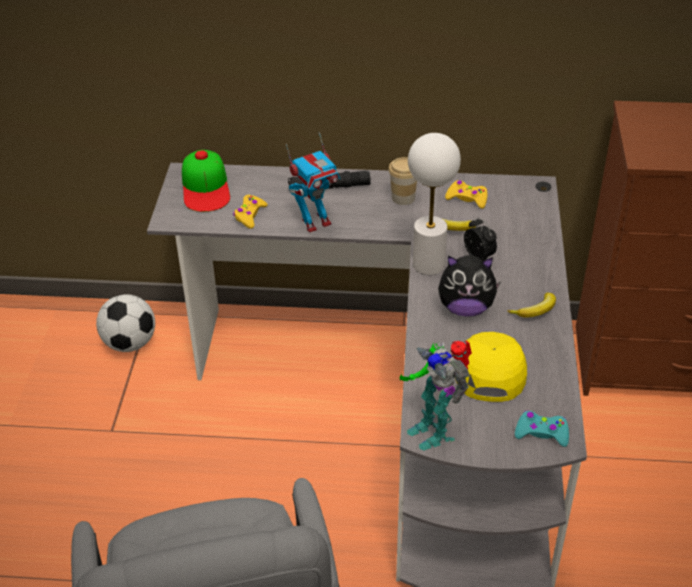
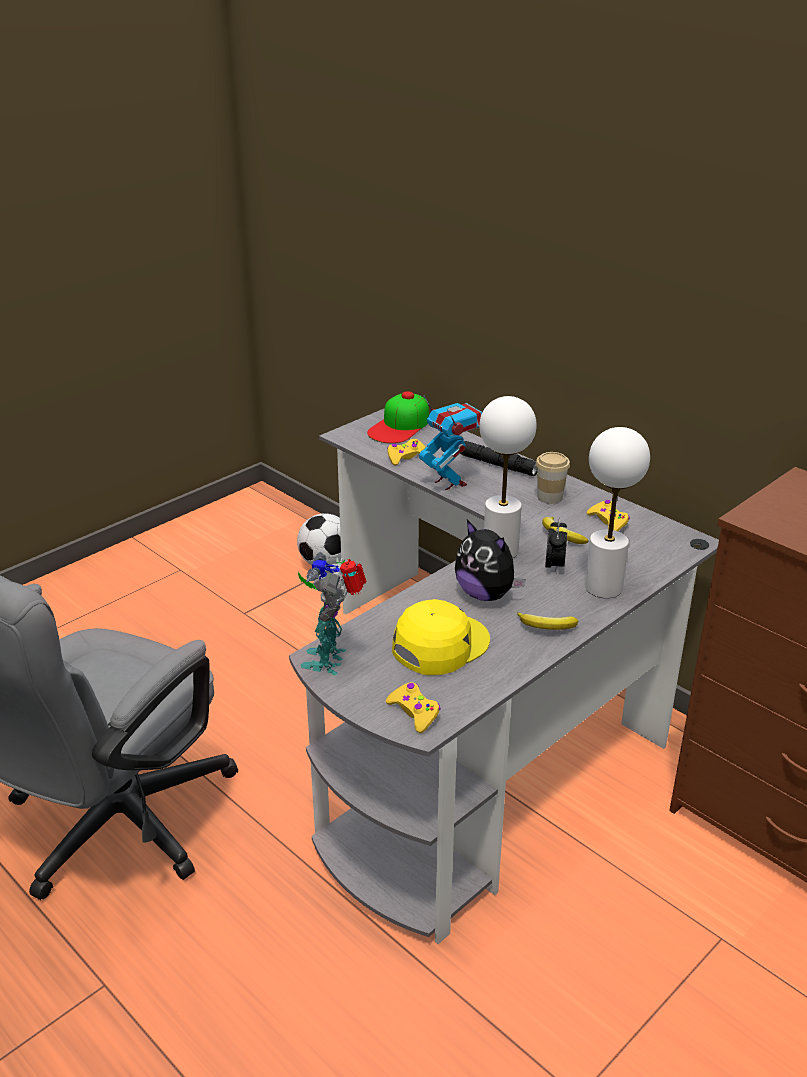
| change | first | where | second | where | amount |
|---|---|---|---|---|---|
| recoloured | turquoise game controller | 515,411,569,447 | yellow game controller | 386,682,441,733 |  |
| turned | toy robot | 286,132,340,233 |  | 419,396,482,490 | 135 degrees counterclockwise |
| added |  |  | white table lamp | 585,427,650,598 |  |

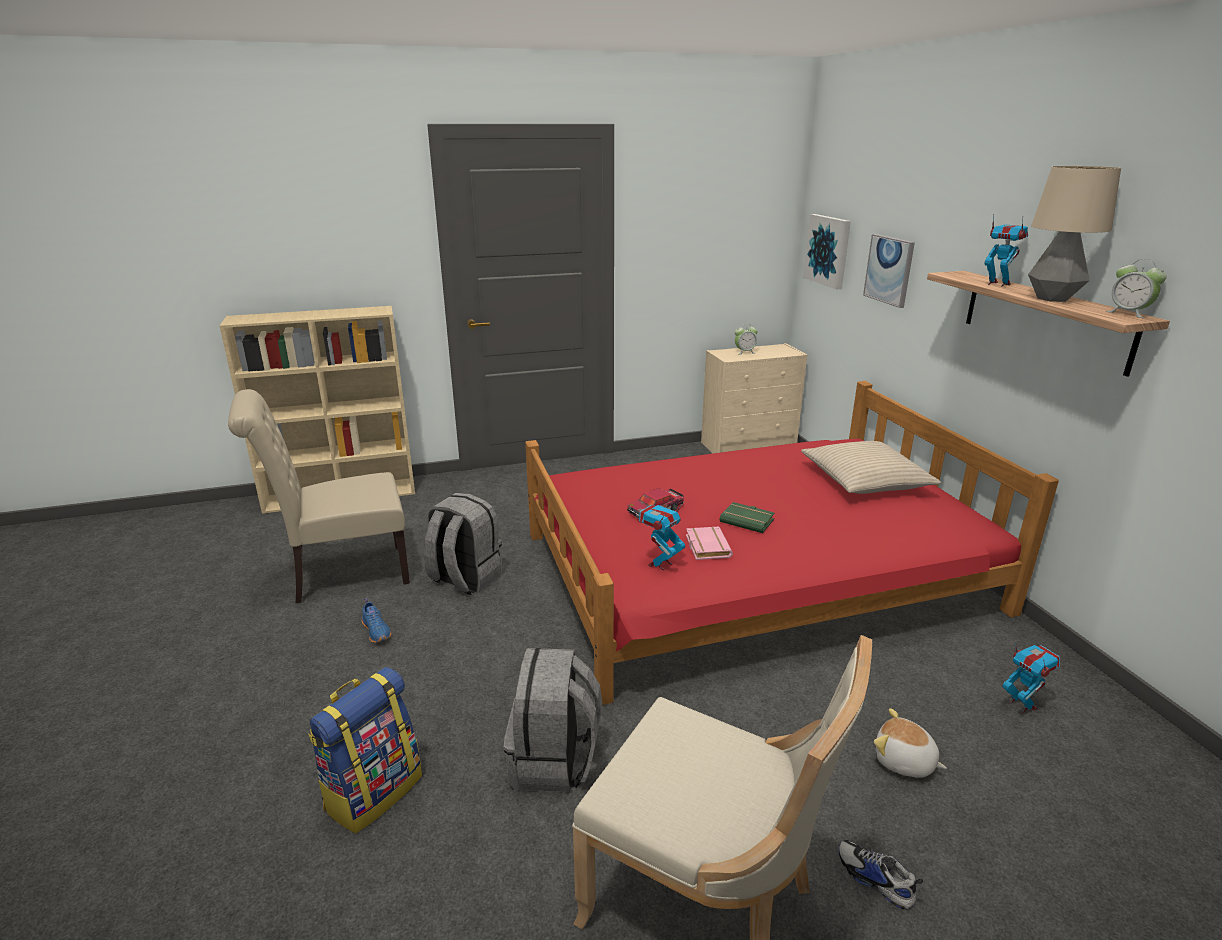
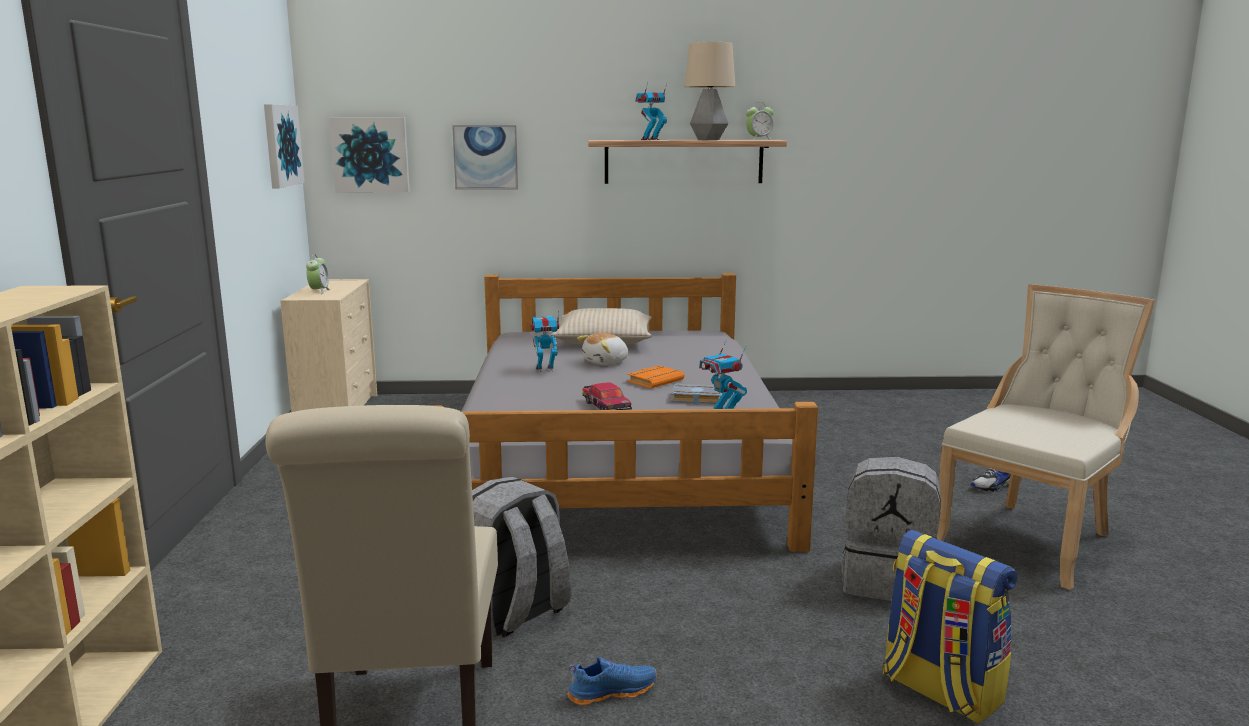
| change | first | where | second | where | amount |
|---|---|---|---|---|---|
| added |  |  | picture | 264,104,304,188 |  |
| recoloured | red bed | 525,381,1059,705 | grey bed | 428,273,821,552 |  |
| moved | toy robot | 1002,643,1060,713 |  | 531,311,559,372 |  |
| moved | plush toy | 874,708,947,778 |  | 577,333,628,365 |  |
| recoloured | green book | 720,502,775,533 | orange book | 627,365,684,388 |  |
| recoloured | pink book | 686,527,733,560 | grey book | 671,384,722,404 |  |

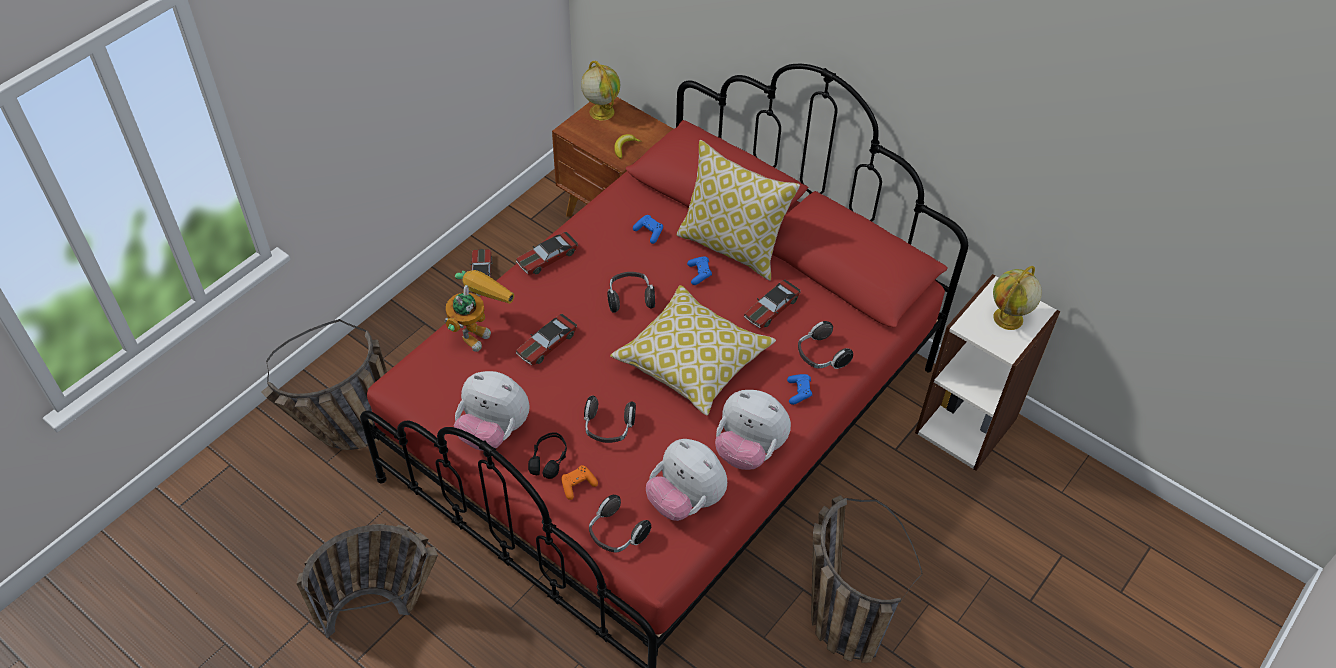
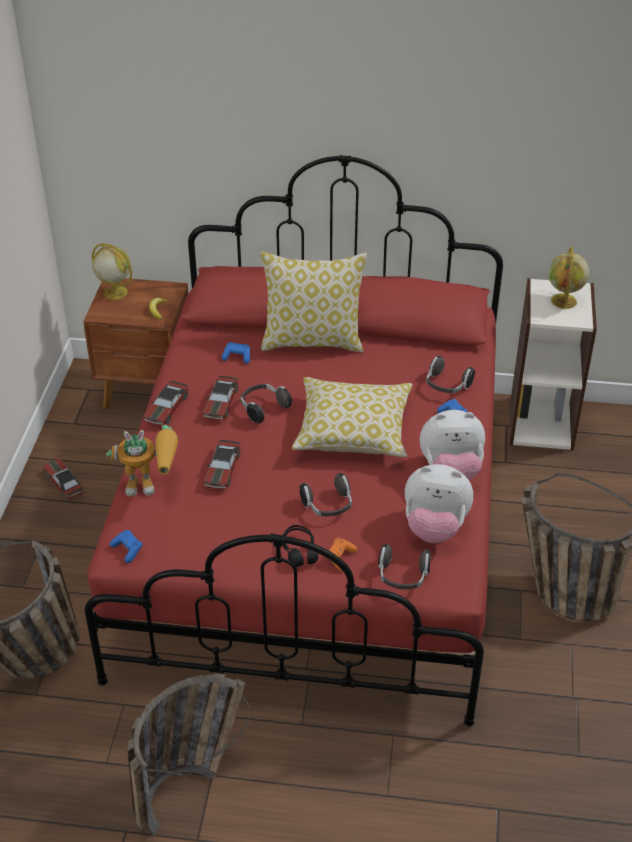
| change | first | where | second | where | amount |
|---|---|---|---|---|---|
| turned | toy robot | 445,270,515,352 |  | 106,425,178,497 | 90 degrees clockwise |
| moved | blue game controller | 687,257,712,285 |  | 110,530,143,563 |  |
| moved | toy car | 744,280,801,329 |  | 203,376,238,420 |  |
| removed | plush toy | 454,371,530,451 |  |  |  |

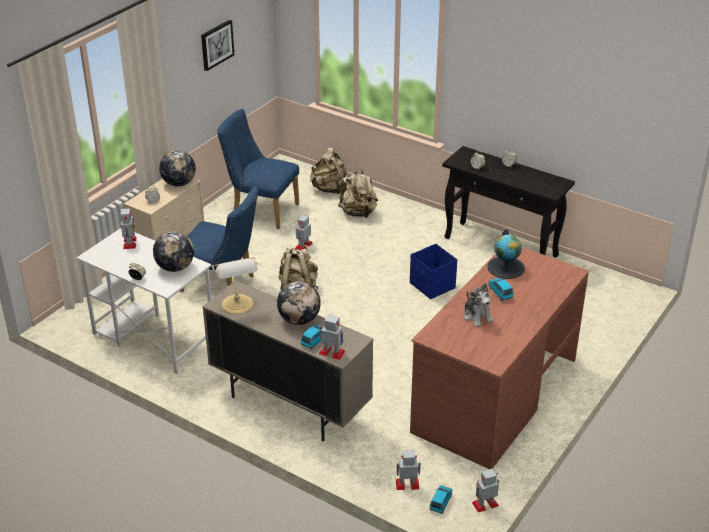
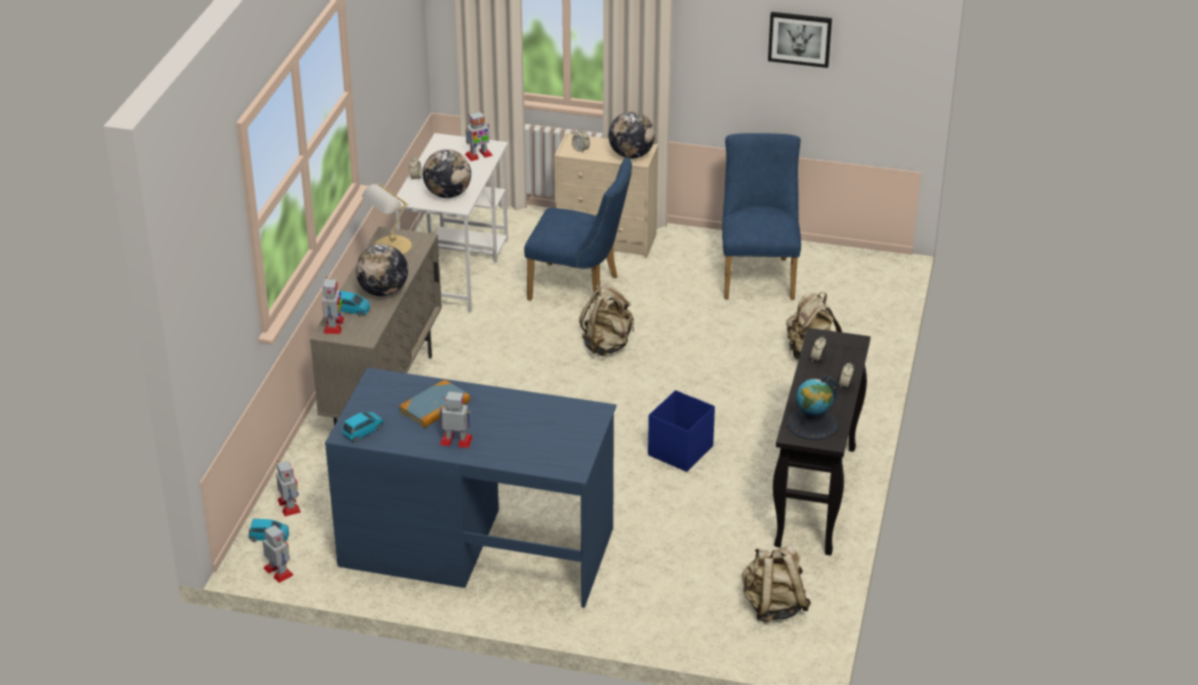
| change | first | where | second | where | amount |
|---|---|---|---|---|---|
| recoloured | brown desk | 410,247,589,469 | blue desk | 325,368,617,608 |  |
| moved | blue toy car | 489,278,514,301 |  | 342,412,383,442 |  |
| replaced | plush toy | 463,283,494,327 | book | 399,380,470,428 |  |
| moved | toy robot | 295,215,312,250 |  | 439,391,473,448 |  |
| turned | blue chair | 180,186,258,292 |  | 524,158,632,301 | 75 degrees counterclockwise |
| moved | beige backpack | 310,148,347,194 |  | 742,545,811,622 |  |
| moved | globe | 488,229,525,279 |  | 787,375,838,440 |  |

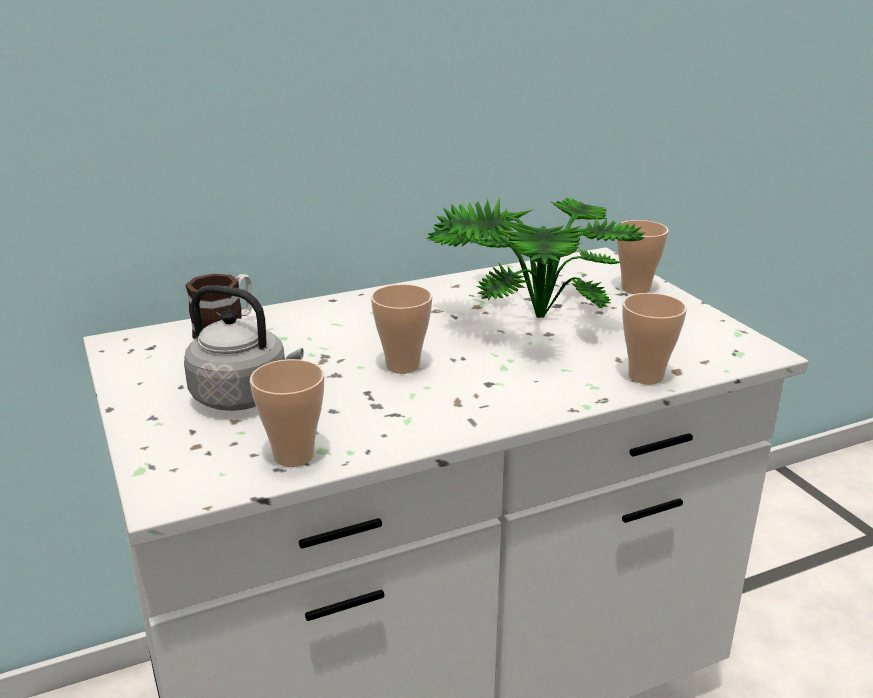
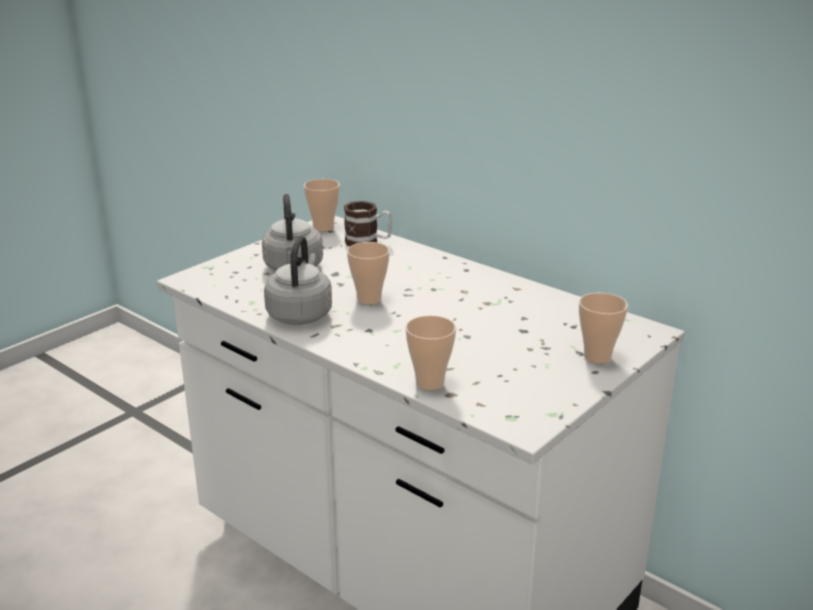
| change | first | where | second | where | amount |
|---|---|---|---|---|---|
| added |  |  | grey kettle | 264,236,332,325 |  |
| moved | cup | 250,359,324,467 |  | 304,179,340,232 |  |
| removed | potted plant | 427,198,645,318 |  |  |  |

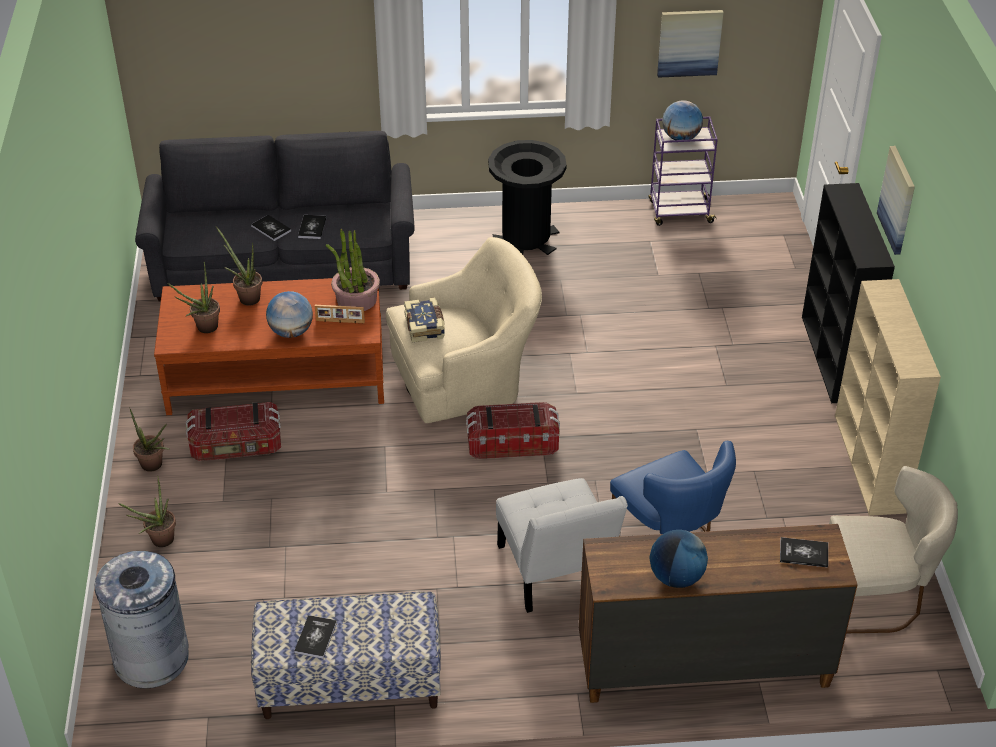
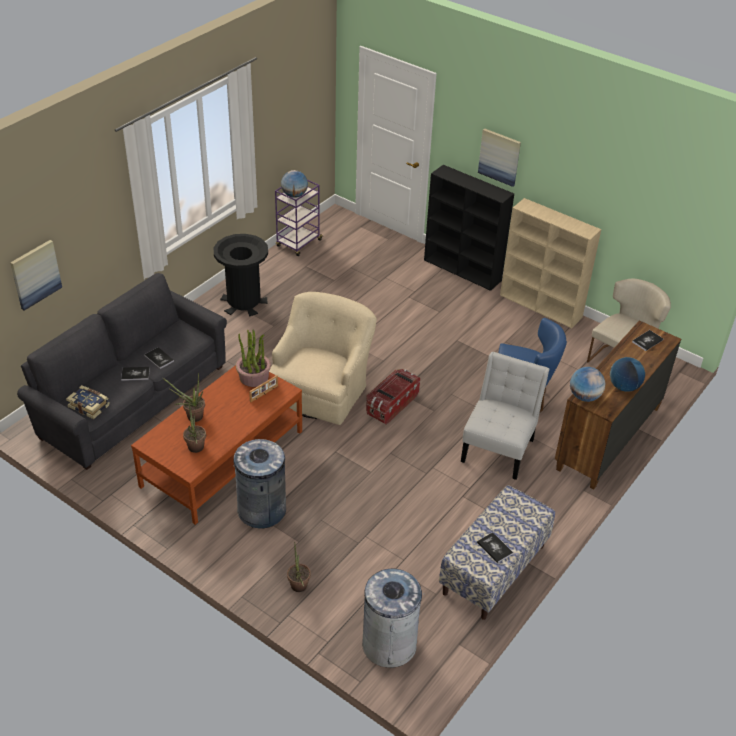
| change | first | where | second | where | amount |
|---|---|---|---|---|---|
| moved | picture | 657,10,724,78 |  | 10,240,62,311 |  |
| moved | book | 404,298,445,342 |  | 66,385,110,419 |  |
| replaced | storage box | 186,402,281,461 | grey trash can | 233,439,286,528 |  |
| turned | white chair | 496,478,628,613 |  | 461,352,550,480 | 90 degrees counterclockwise |
| moved | globe | 266,291,313,338 |  | 570,367,605,402 |  |
| removed | potted plant | 129,407,169,472 |  |  |  |

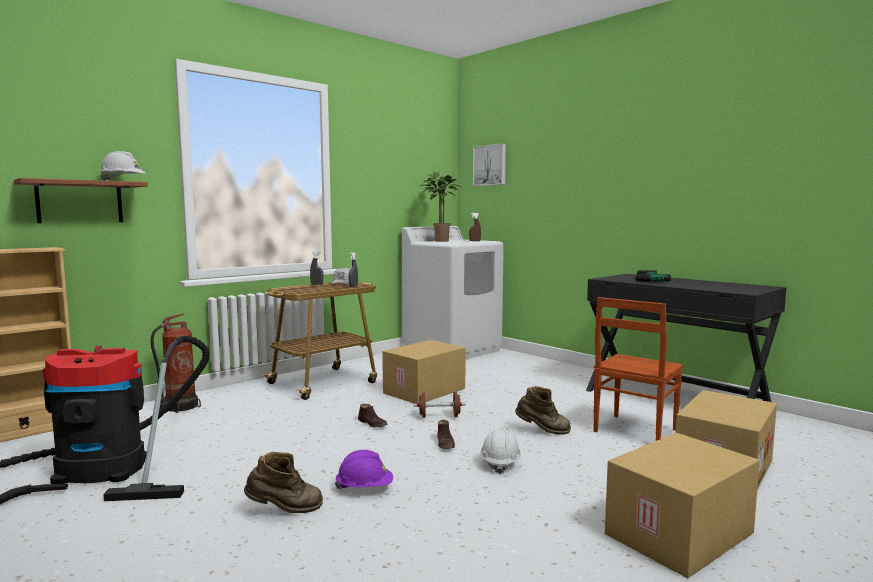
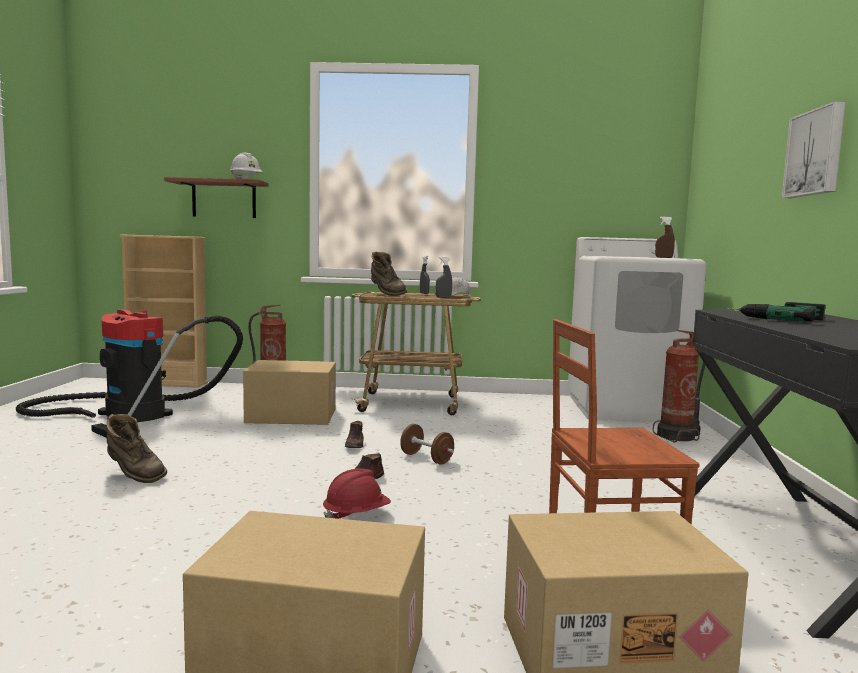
| change | first | where | second | where | amount |
|---|---|---|---|---|---|
| moved | cardboard box | 382,340,466,404 |  | 243,360,336,425 |  |
| recoloured | white hard hat | 480,427,521,474 | red hard hat | 323,468,391,519 |  |
| moved | brown boot | 515,386,571,435 |  | 371,251,408,296 |  |
| added |  |  | fire extinguisher | 652,330,705,442 |  |
| moved | picture | 473,143,506,186 |  | 782,101,846,198 |  |
| removed | purple hard hat | 335,450,393,489 |  |  |  |
| removed | potted plant | 420,172,461,242 |  |  |  |

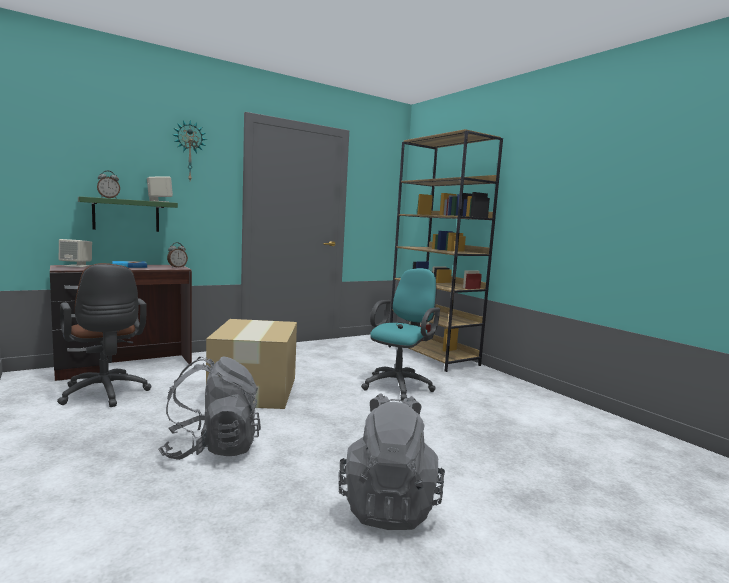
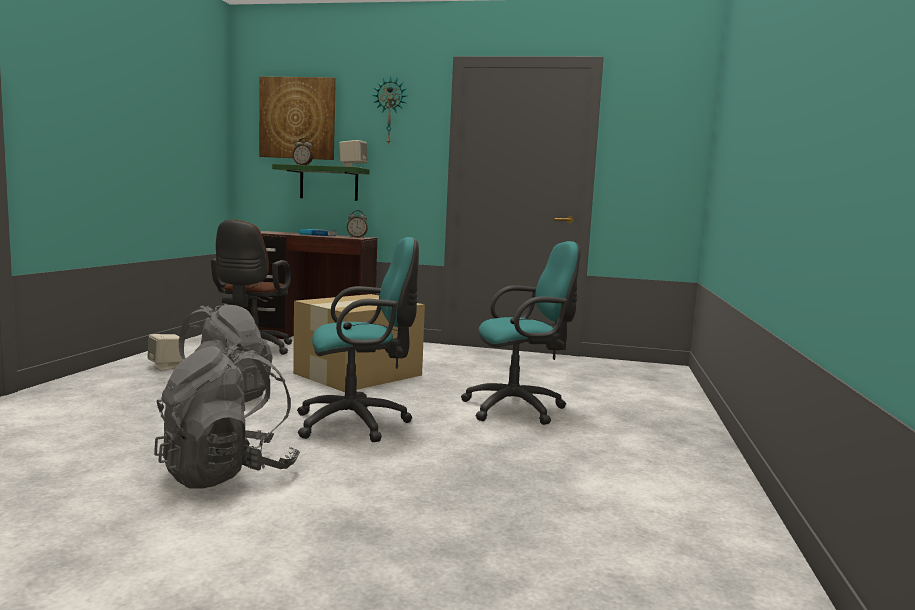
| change | first | where | second | where | amount |
|---|---|---|---|---|---|
| moved | beige speaker | 59,239,92,268 |  | 147,334,183,370 |  |
| added |  |  | picture | 259,76,336,160 |  |
| added |  |  | turquoise office chair | 297,237,419,442 |  |
| removed | brown bookcase | 388,129,503,372 |  |  |  |

